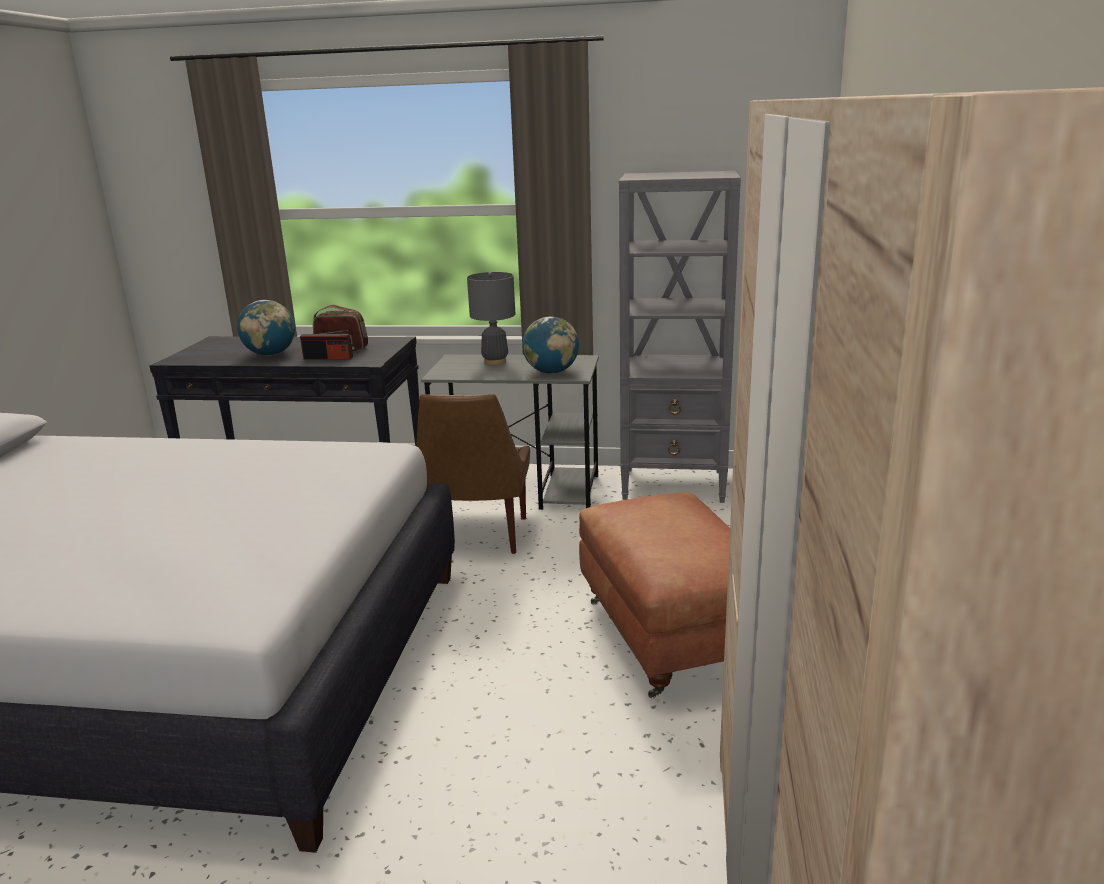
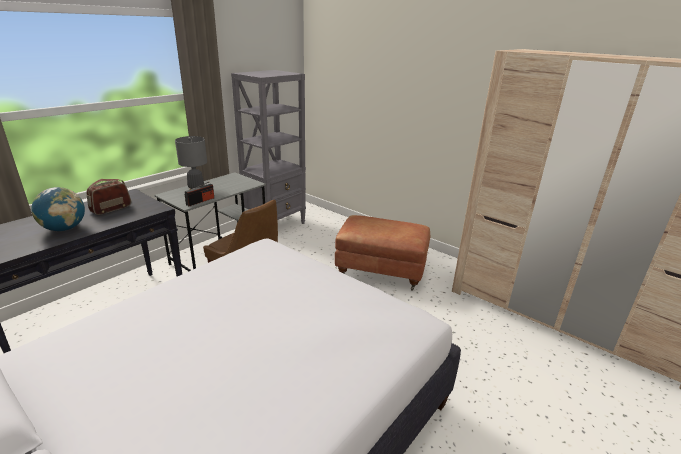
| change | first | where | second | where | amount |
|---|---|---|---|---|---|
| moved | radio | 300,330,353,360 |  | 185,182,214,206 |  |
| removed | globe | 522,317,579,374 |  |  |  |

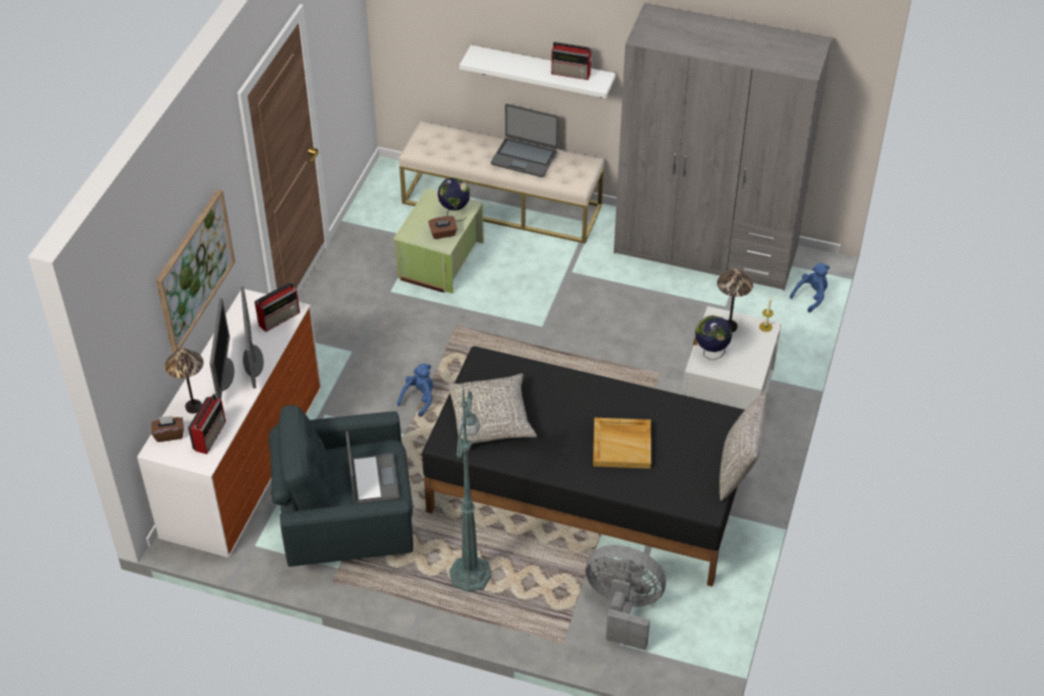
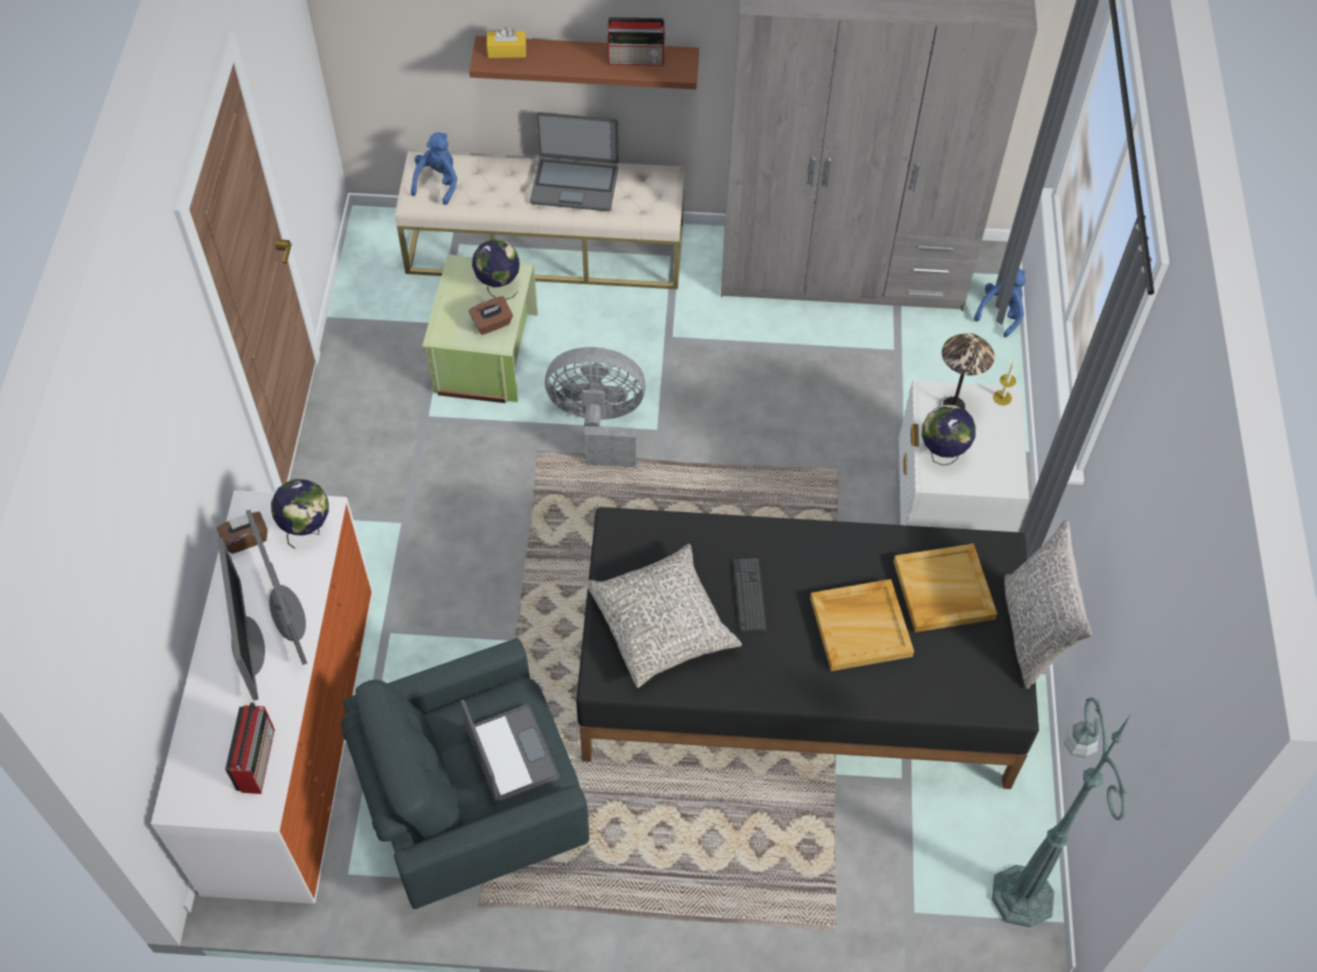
| change | first | where | second | where | amount |
|---|---|---|---|---|---|
| moved | brown tissue box | 151,416,184,442 |  | 217,512,268,554 |  |
| replaced | radio | 255,282,300,332 | globe | 271,479,329,549 |  |
| moved | blue plush toy | 397,364,433,417 |  | 411,133,457,205 |  |
| recoloured | white shelf | 459,45,616,98 | brown shelf | 469,36,699,90 |  |
| added |  |  | yellow tissue box | 487,26,526,58 |  |
| moved | grey fan | 585,545,666,650 |  | 545,347,646,467 |  |
| added |  |  | keyboard | 733,558,767,633 |  |
| added |  |  | beige tray | 893,544,997,632 |  |
| moved | green floor lamp | 449,387,492,592 |  | 992,698,1131,927 |  |
| removed | picture | 156,189,235,352 |  |  |  |
| removed | table lamp | 165,348,204,414 |  |  |  |

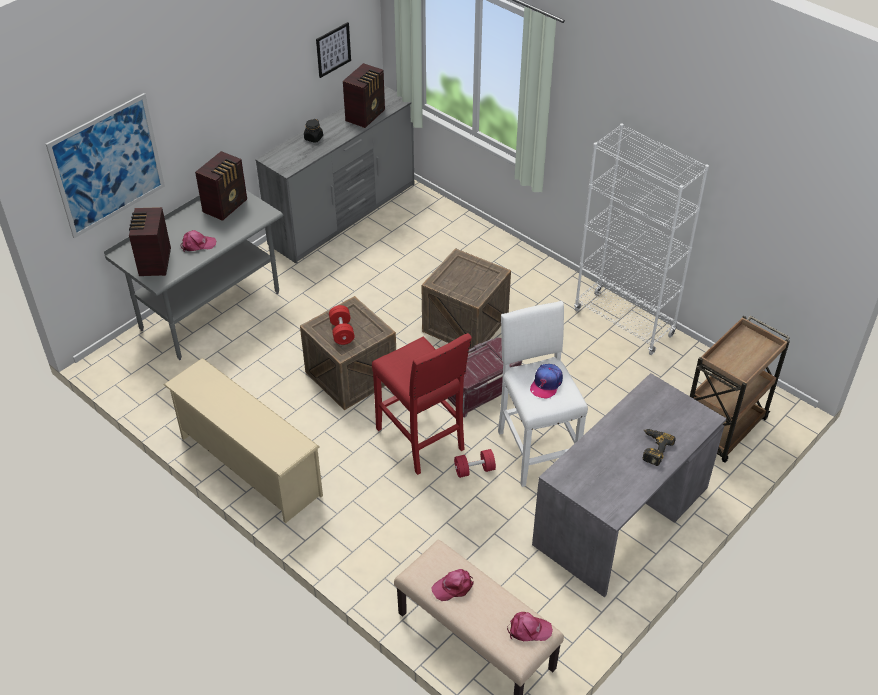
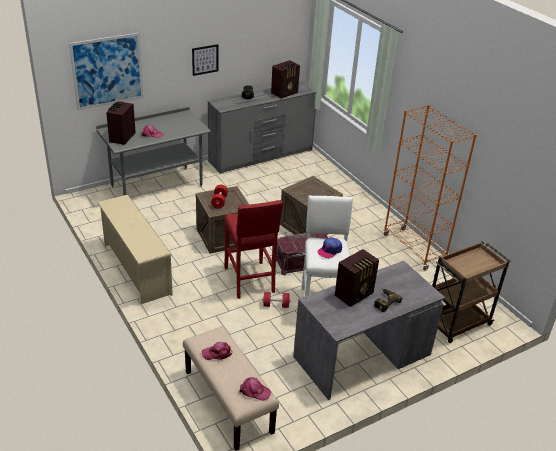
| change | first | where | second | where | amount |
|---|---|---|---|---|---|
| moved | picture | 316,22,351,78 |  | 192,44,218,76 |  |
| moved | radio | 195,151,247,221 |  | 335,249,379,307 |  |
| recoloured | white bookcase | 574,123,709,355 | orange bookcase | 383,105,477,270 |  |

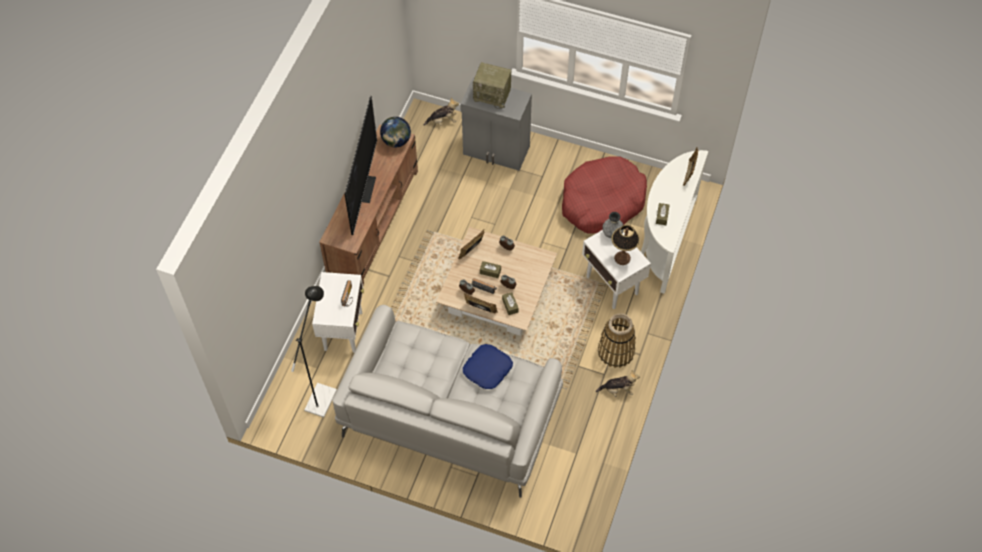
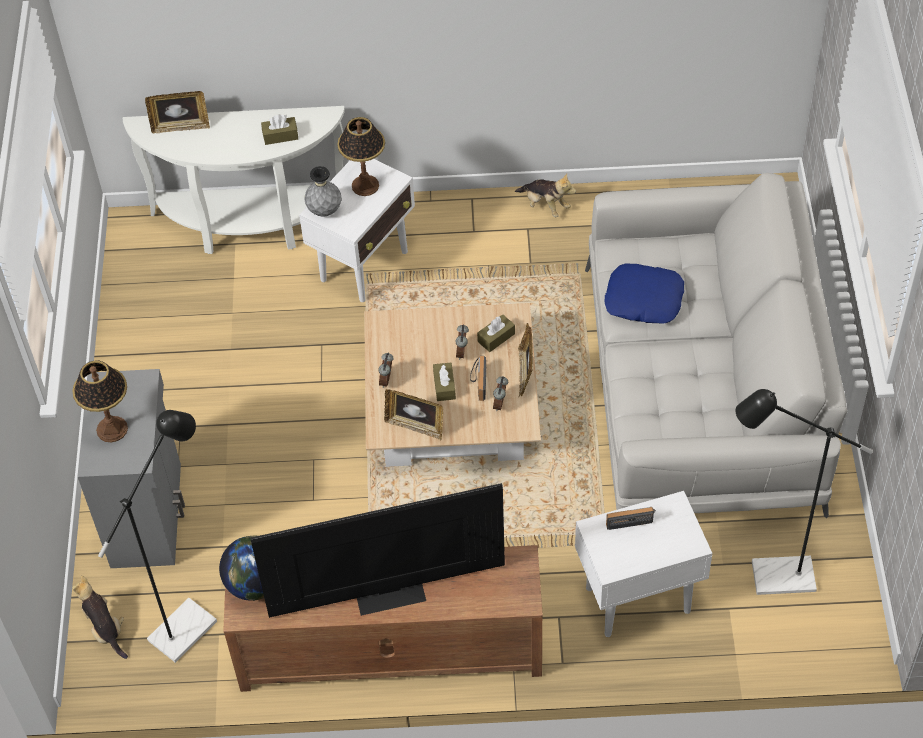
| change | first | where | second | where | amount |
|---|---|---|---|---|---|
| replaced | radio | 473,62,511,109 | table lamp | 72,360,128,442 |  |
| added |  |  | black floor lamp | 98,410,217,663 |  |
| turned | plush toy | 596,370,640,397 |  | 515,173,576,217 | 150 degrees clockwise |
| removed | red dog bed | 562,156,647,234 |  |  |  |
| removed | basket | 598,313,636,368 |  |  |  |

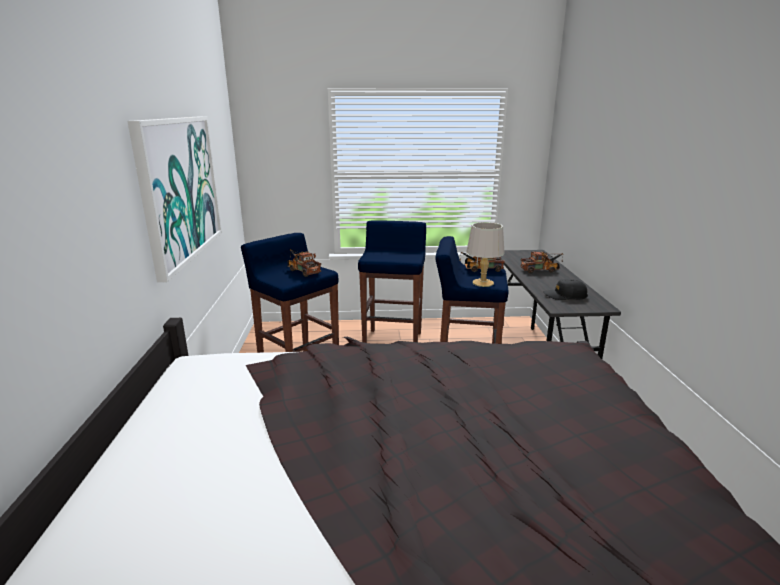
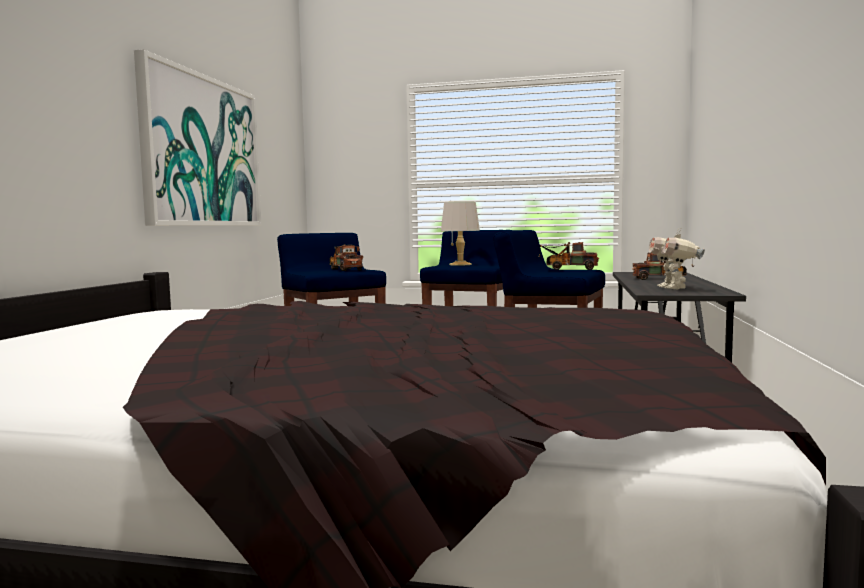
| change | first | where | second | where | amount |
|---|---|---|---|---|---|
| moved | grey table lamp | 466,222,505,287 |  | 441,201,480,266 |  |
| replaced | black cap | 544,279,588,300 | toy robot | 649,228,705,289 |  |

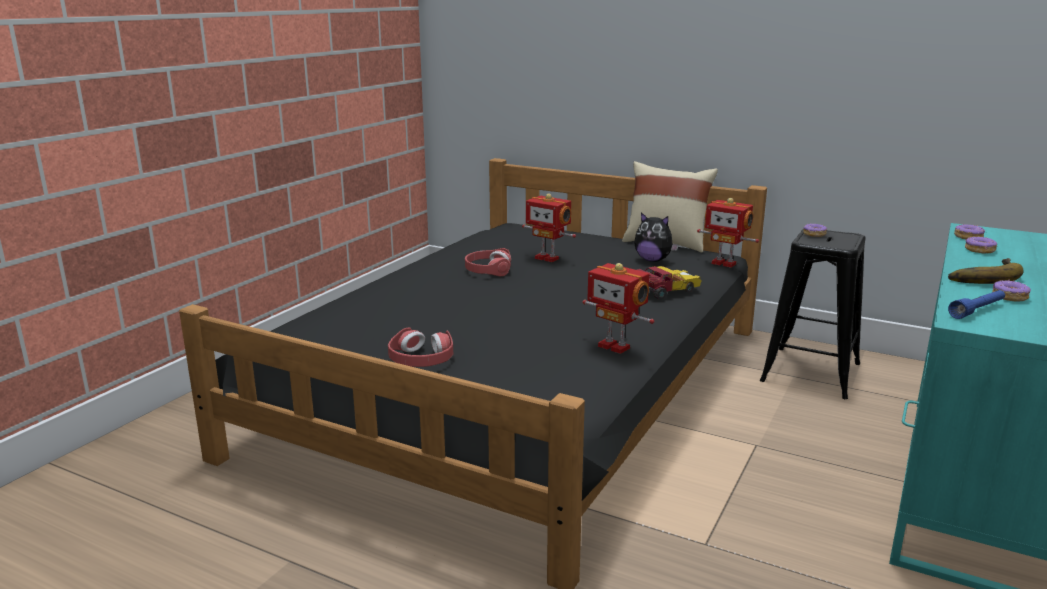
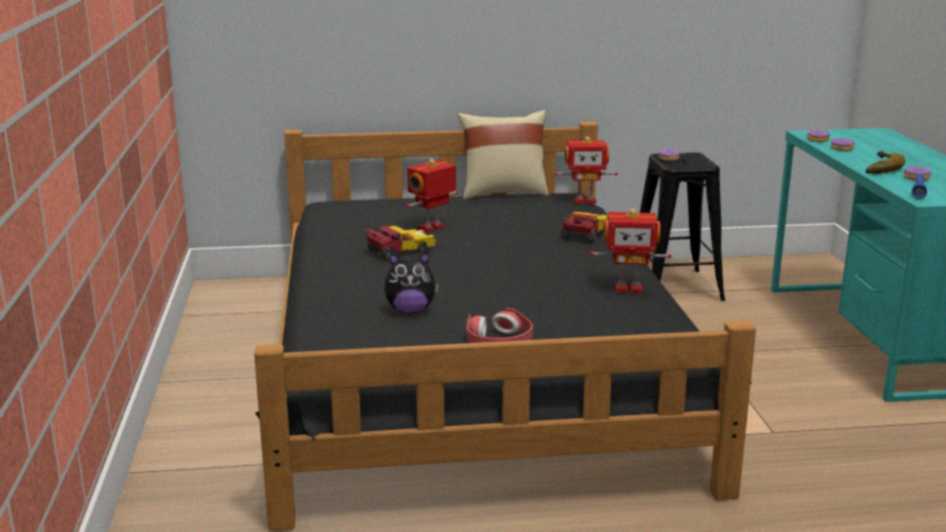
| change | first | where | second | where | amount |
|---|---|---|---|---|---|
| replaced | red headphones | 465,248,511,276 | toy car | 365,226,436,260 |  |
| moved | plush toy | 634,212,679,262 |  | 384,252,439,314 |  |
| turned | toy robot | 522,194,576,262 |  | 406,159,458,232 | 135 degrees clockwise |

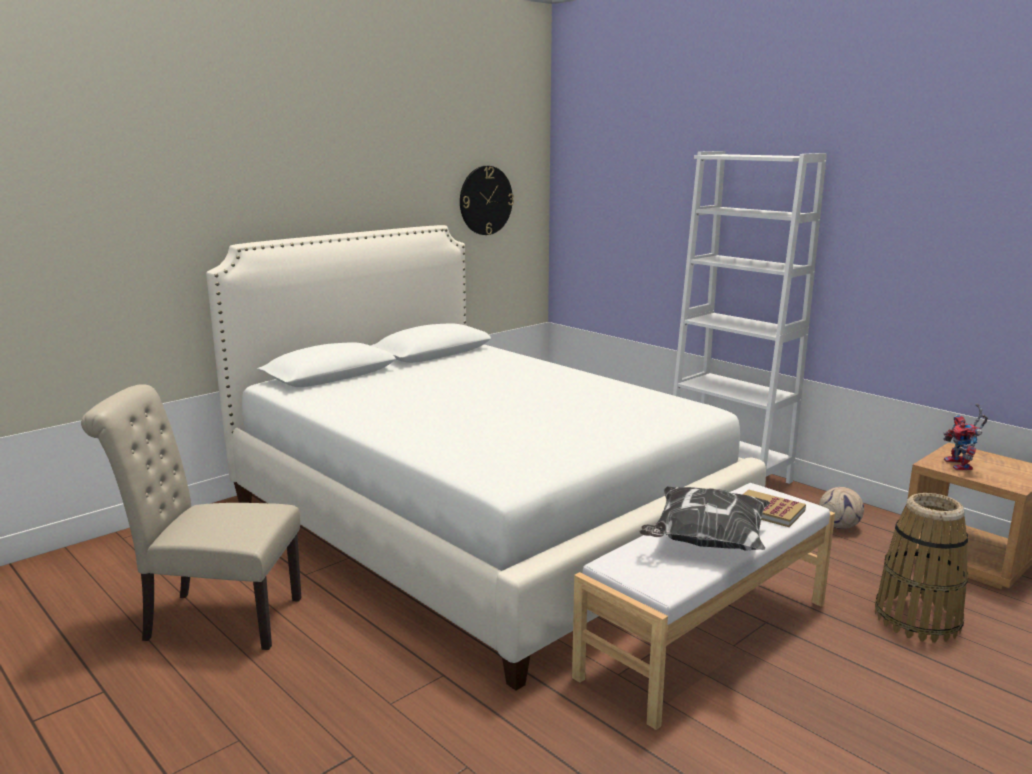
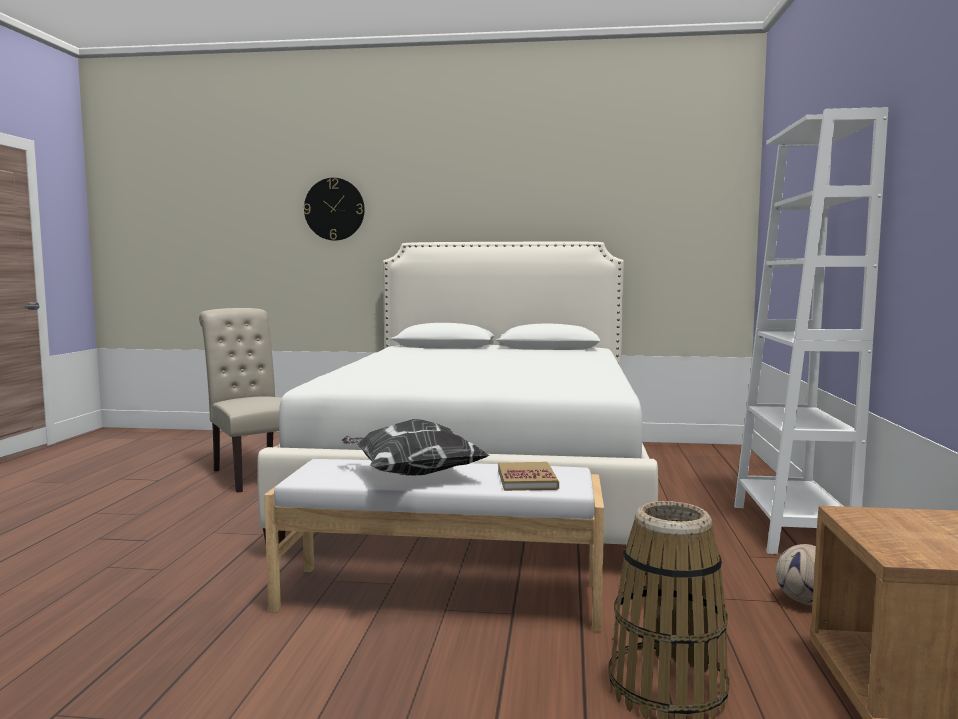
| change | first | where | second | where | amount |
|---|---|---|---|---|---|
| moved | wall clock | 460,166,514,235 |  | 304,178,365,241 |  |
| removed | toy robot | 943,403,988,470 |  |  |  |

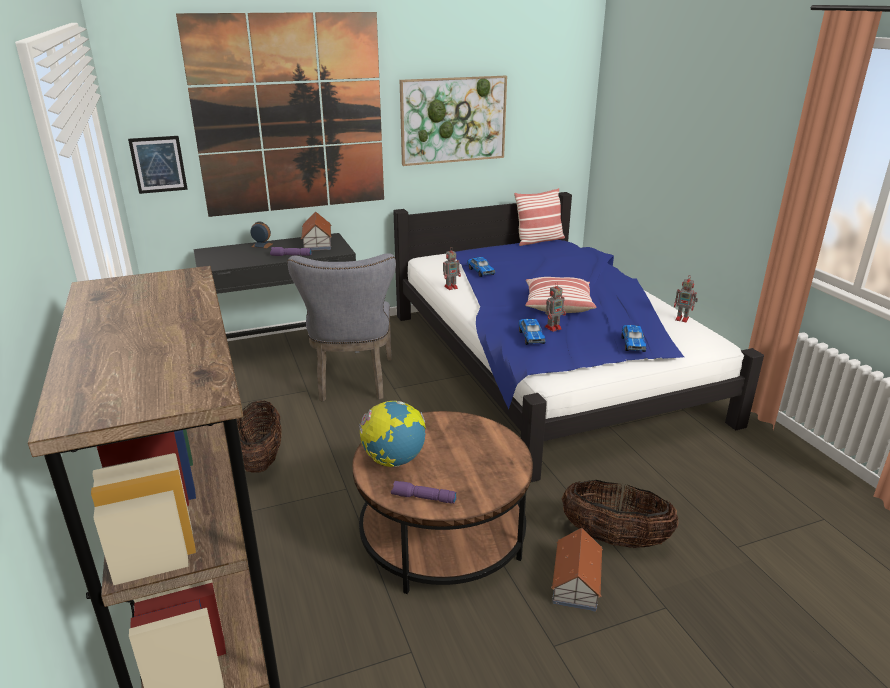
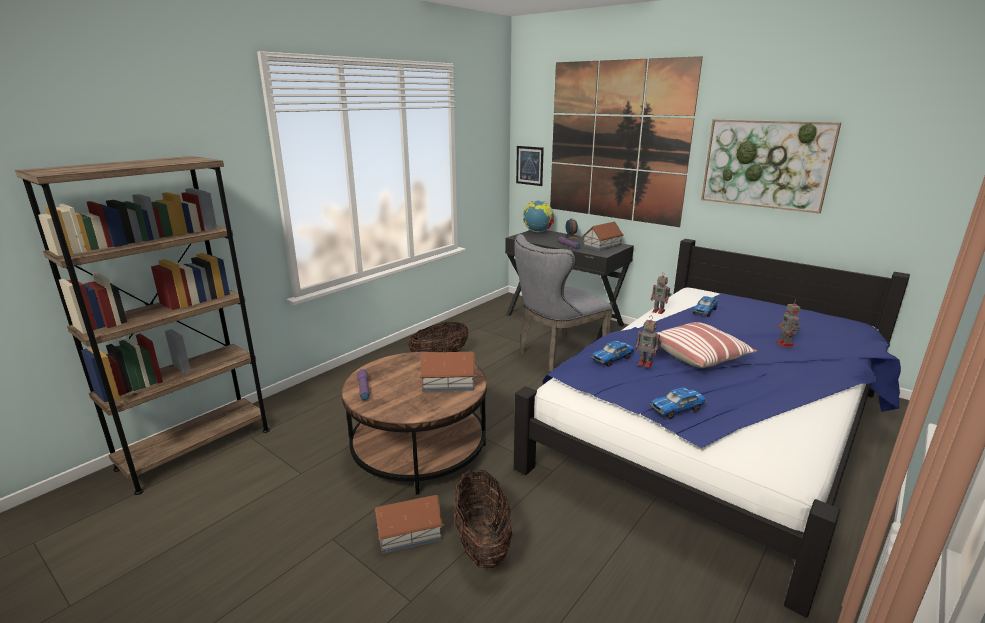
| change | first | where | second | where | amount |
|---|---|---|---|---|---|
| added |  |  | toy house | 420,352,476,392 |  |
| moved | globe | 359,401,426,467 |  | 523,201,554,232 |  |
| moved | toy robot | 674,278,698,322 |  | 776,300,800,347 |  |
| removed | pillow | 514,188,565,246 |  |  |  |

